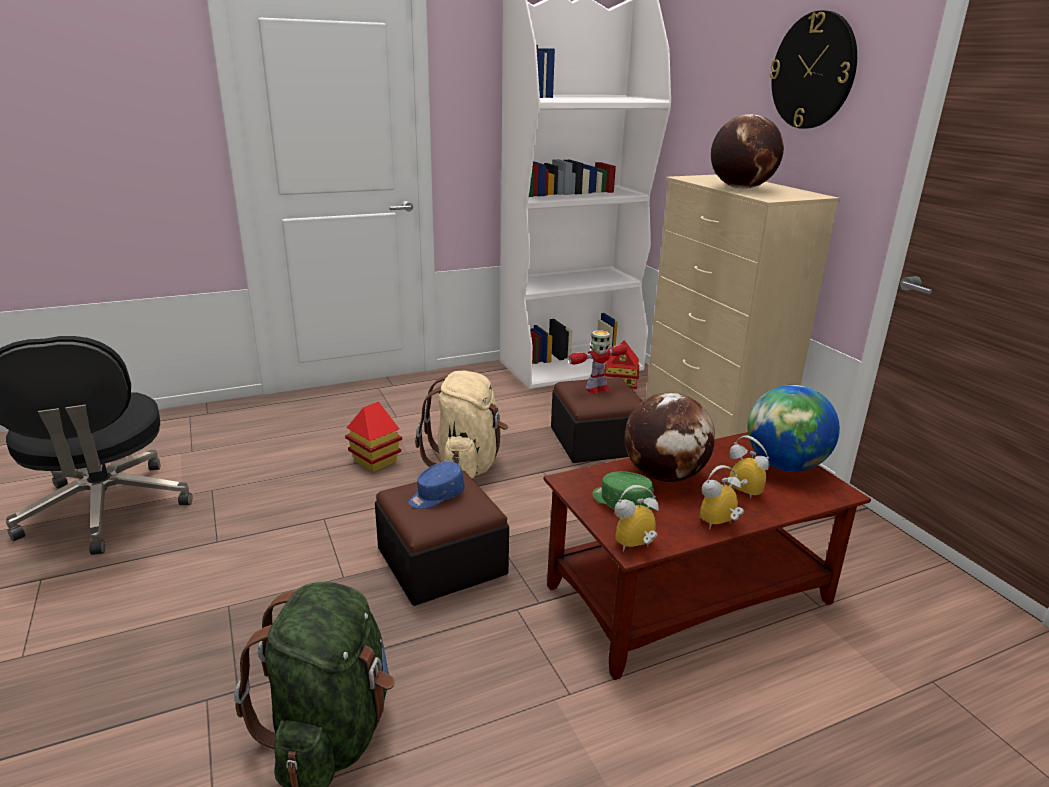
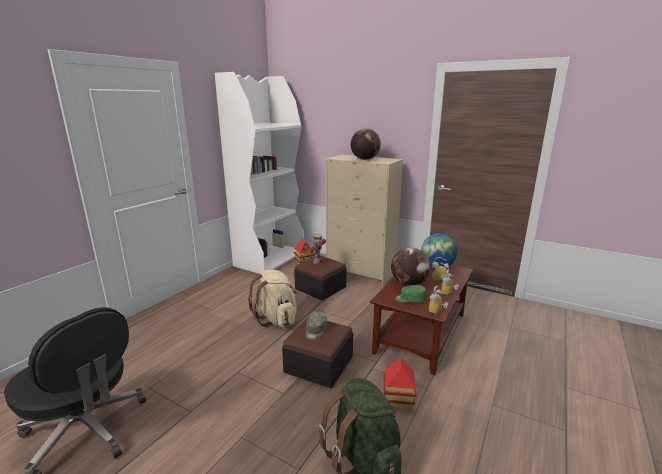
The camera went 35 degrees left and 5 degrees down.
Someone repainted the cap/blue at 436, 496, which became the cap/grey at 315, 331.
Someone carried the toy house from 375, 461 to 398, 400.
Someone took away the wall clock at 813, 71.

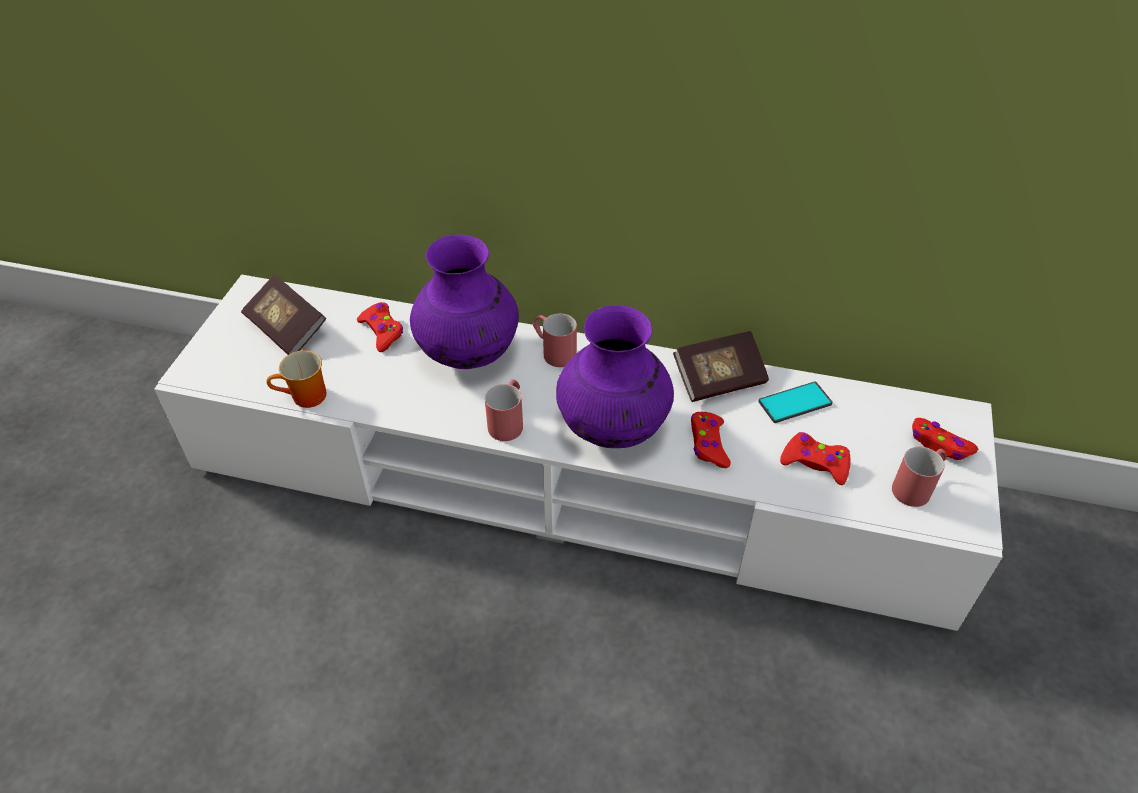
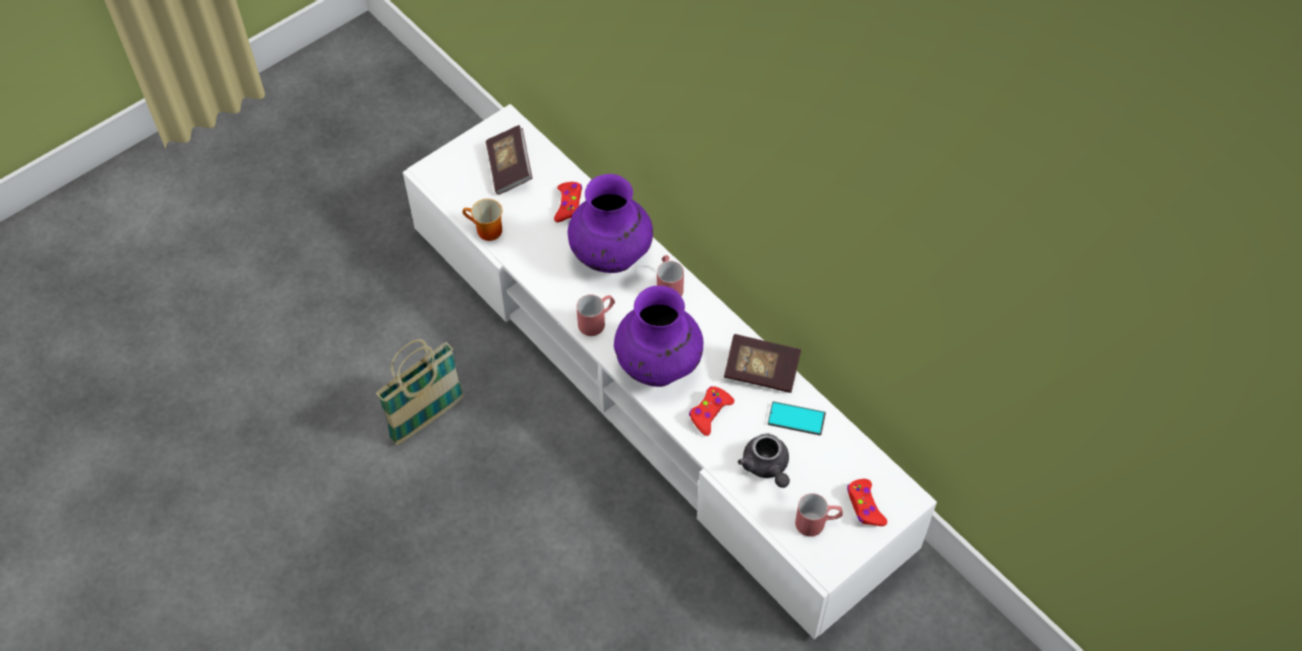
The camera went 35 degrees right and 10 degrees up.
Someone put down the basket at 427, 419.
Someone swapped the game controller/red at 815, 463 for the teapot/grey at 766, 467.

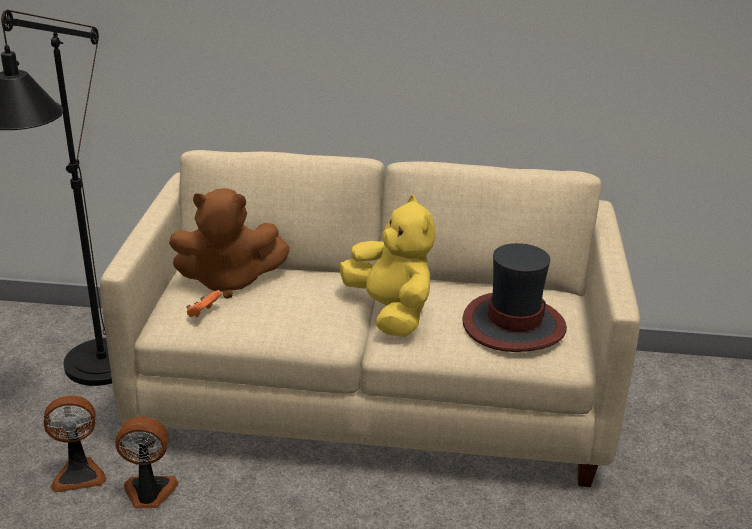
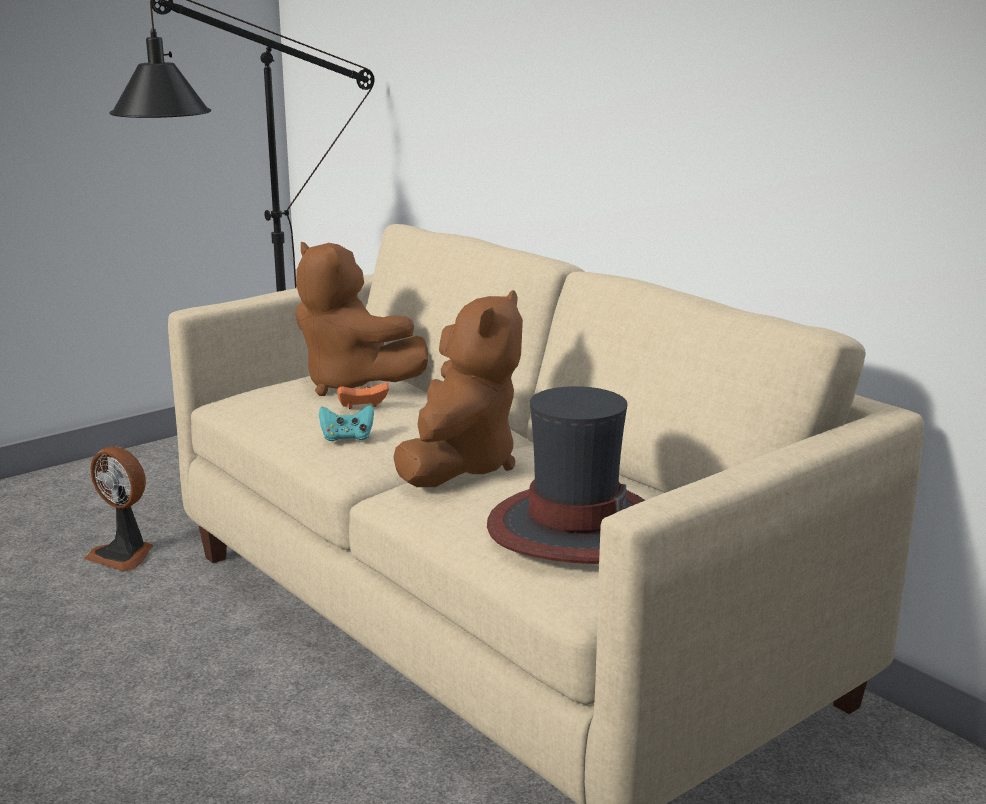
The camera went 45 degrees right and 10 degrees down.
Someone put down the game controller/turquoise at 347, 437.
Someone carried the game controller/orange from 203, 313 to 362, 408.
Someone repainted the plush toy/yellow at 390, 312, which became the plush toy/brown at 459, 465.
Someone took away the fan at 149, 493.

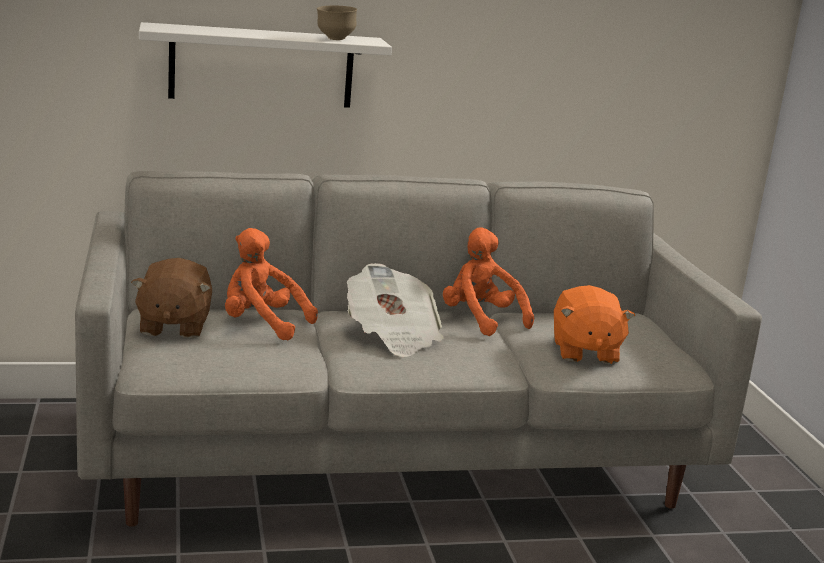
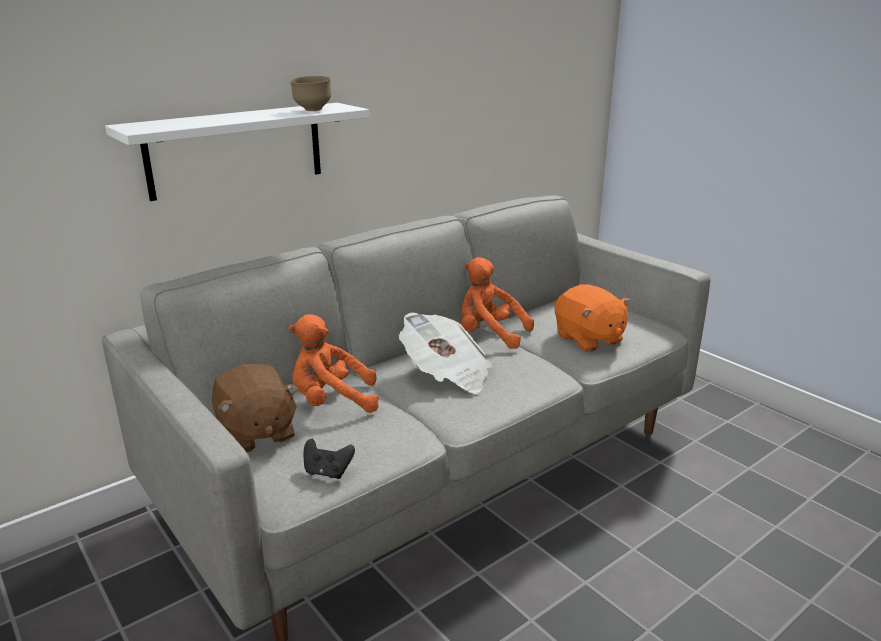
The camera went 25 degrees left and 5 degrees up.
Someone put down the game controller/black at 327, 472.

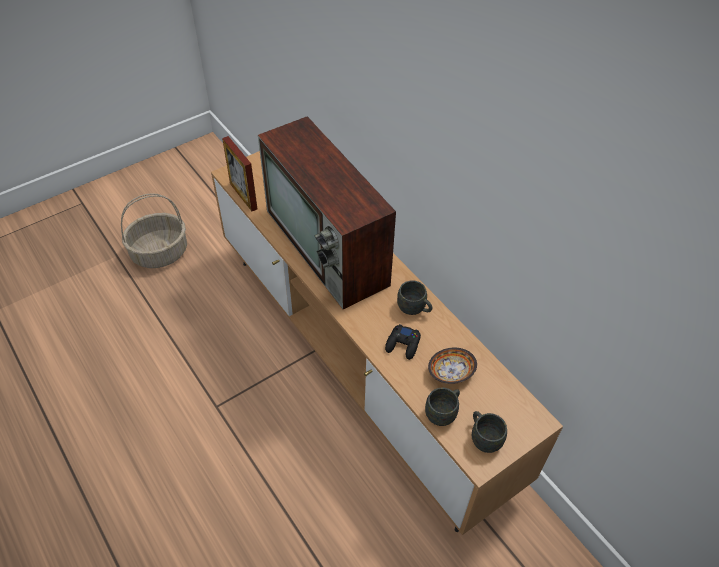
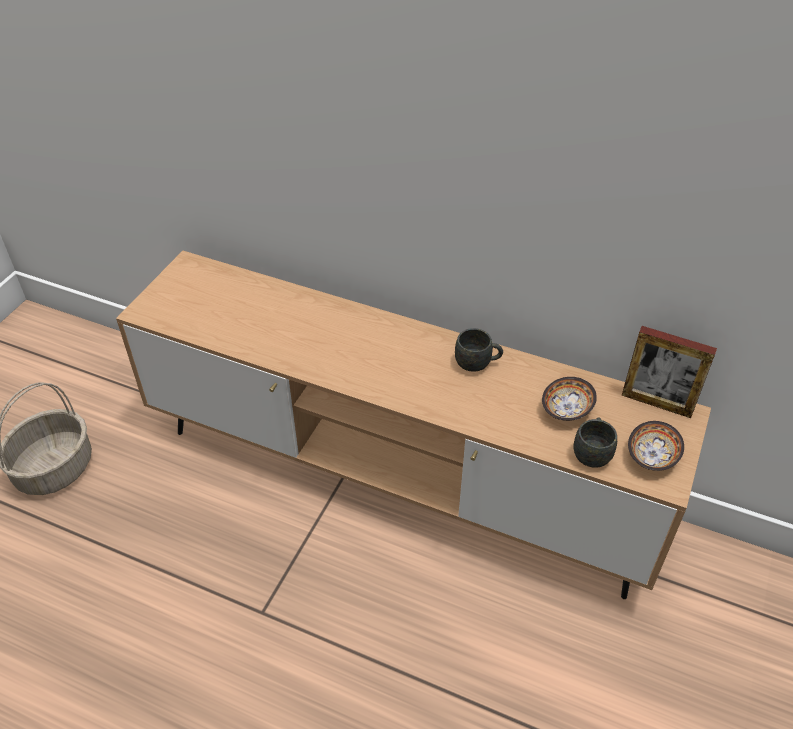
The camera went 30 degrees left and 5 degrees down.
Someone carried the picture frame from 243, 196 to 656, 403.
Someone swapped the mug/grey at 483, 437 for the bowl at 650, 456.
Someone took away the television at 328, 248.
Someone took away the game controller/black at 403, 344.

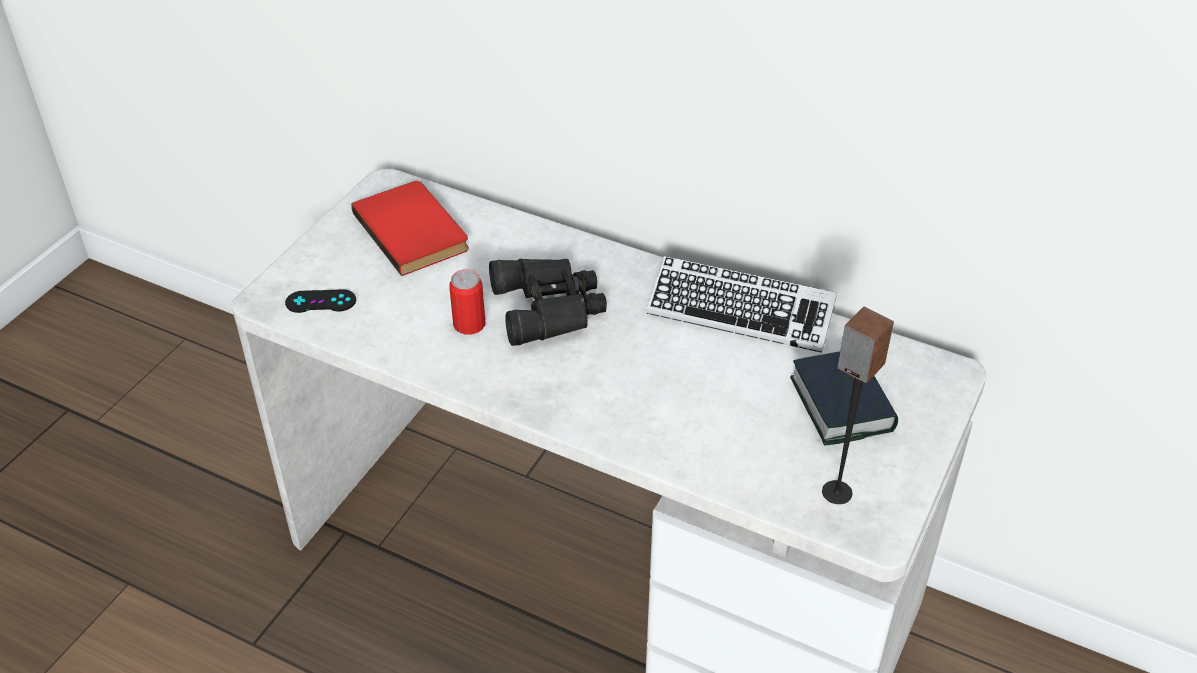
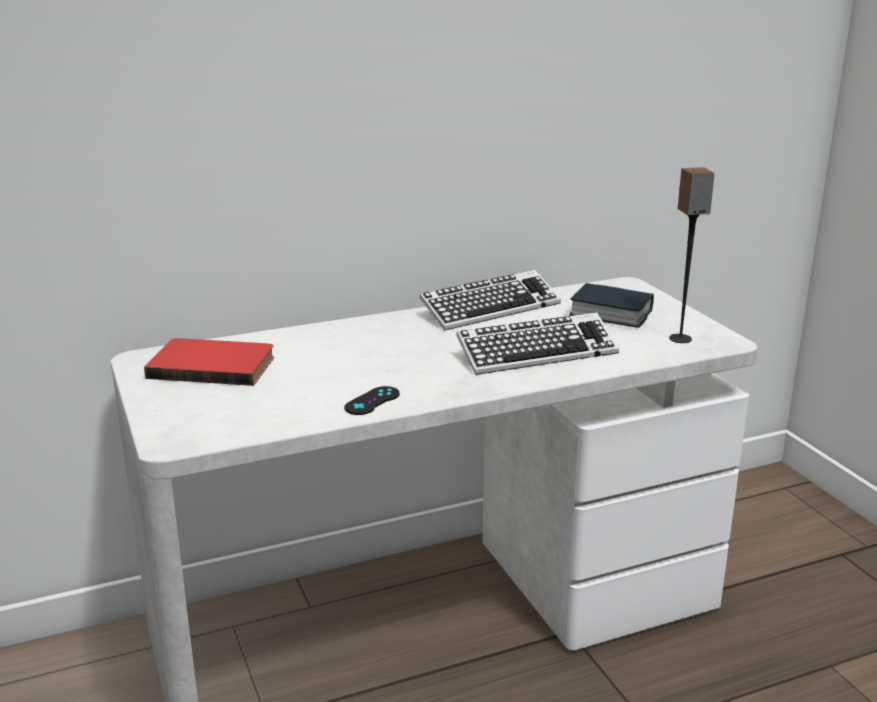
The camera went 50 degrees left and 20 degrees down.
Someone carried the game controller/black from 321, 301 to 372, 401.
Someone put down the keyboard at 537, 353.
Someone took away the can at 469, 325.
Someone took away the binoculars/black at 550, 307.

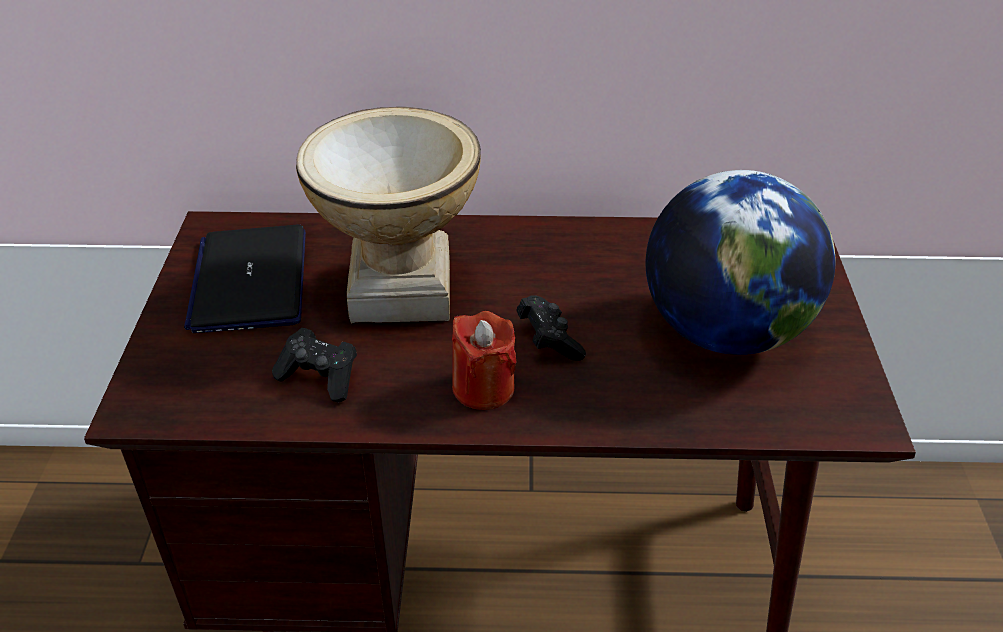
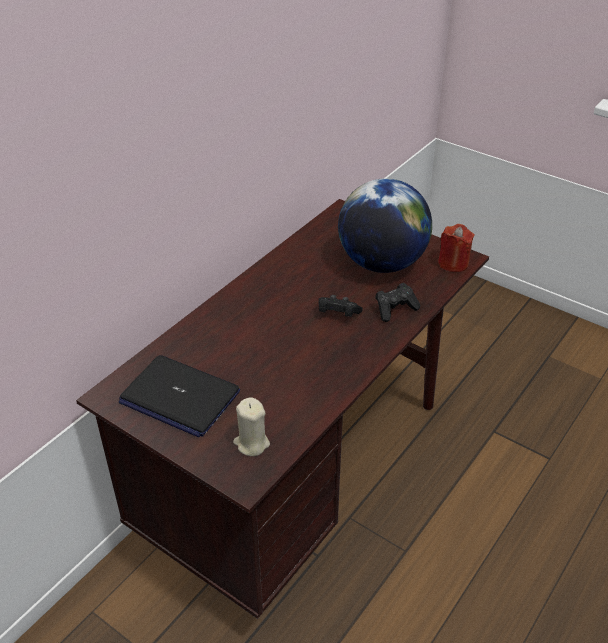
The camera went 55 degrees left and 0 degrees up.
Someone put down the candle/beige at 251, 443.
Someone carried the game controller/black from 320, 377 to 395, 309.
Someone carried the candle/red from 483, 388 to 453, 263.
Someone took away the vase at 400, 291.

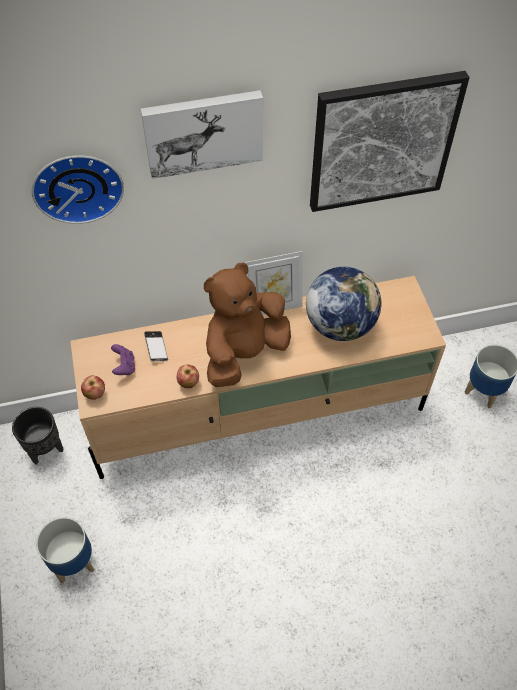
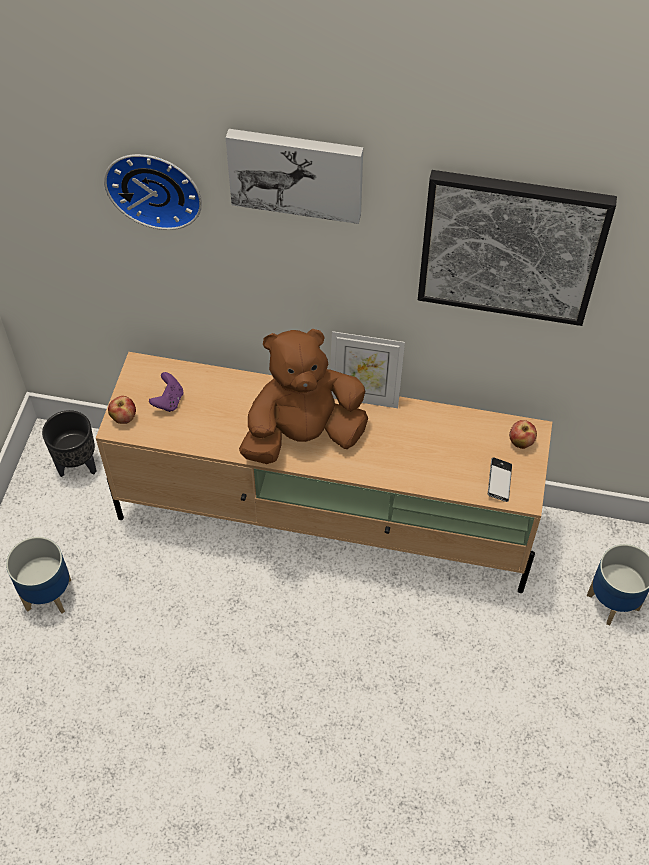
The camera went 25 degrees right and 0 degrees up.
Someone carried the phone from 156, 348 to 499, 482.
Someone carried the apple from 188, 383 to 520, 442.
Someone took away the globe at 340, 325.

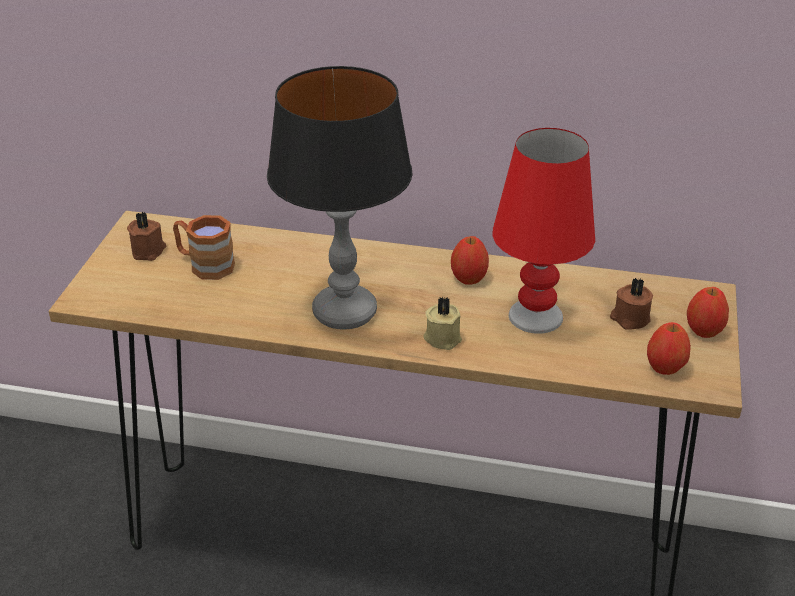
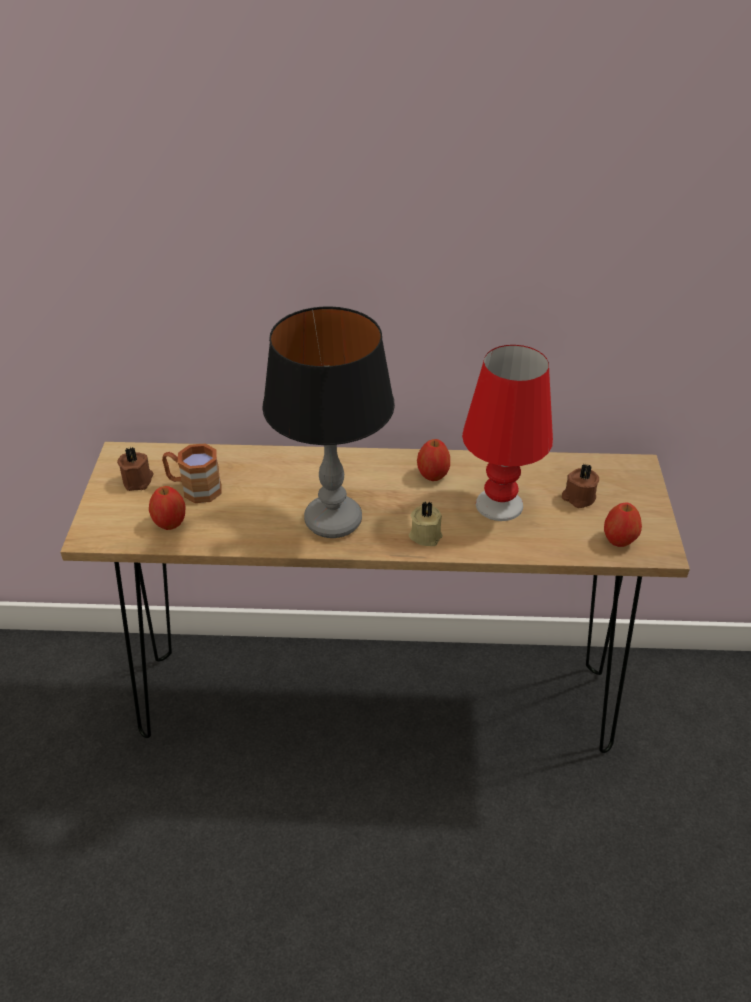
The camera went 10 degrees left and 5 degrees up.
Someone carried the apple from 704, 330 to 170, 522.

